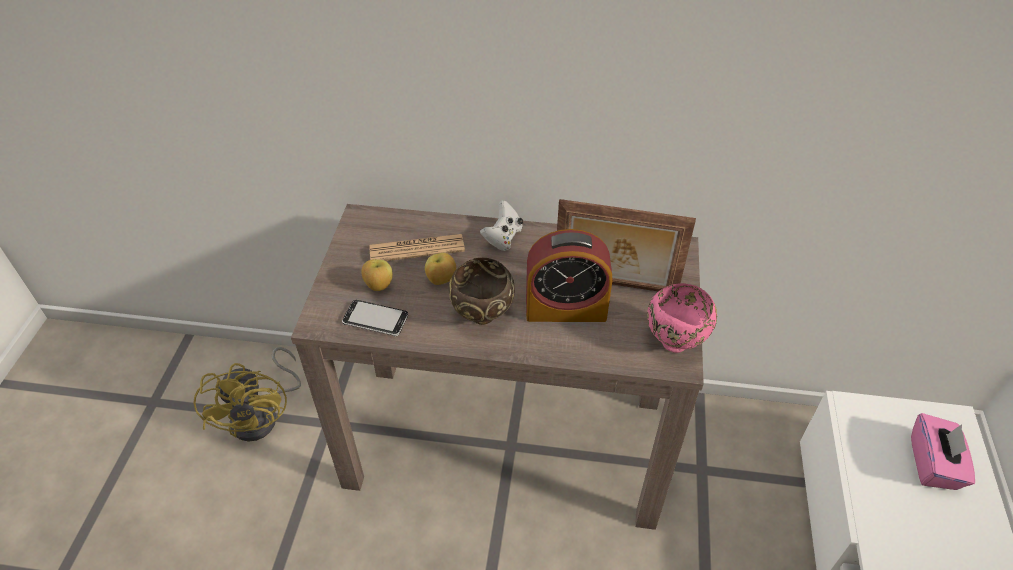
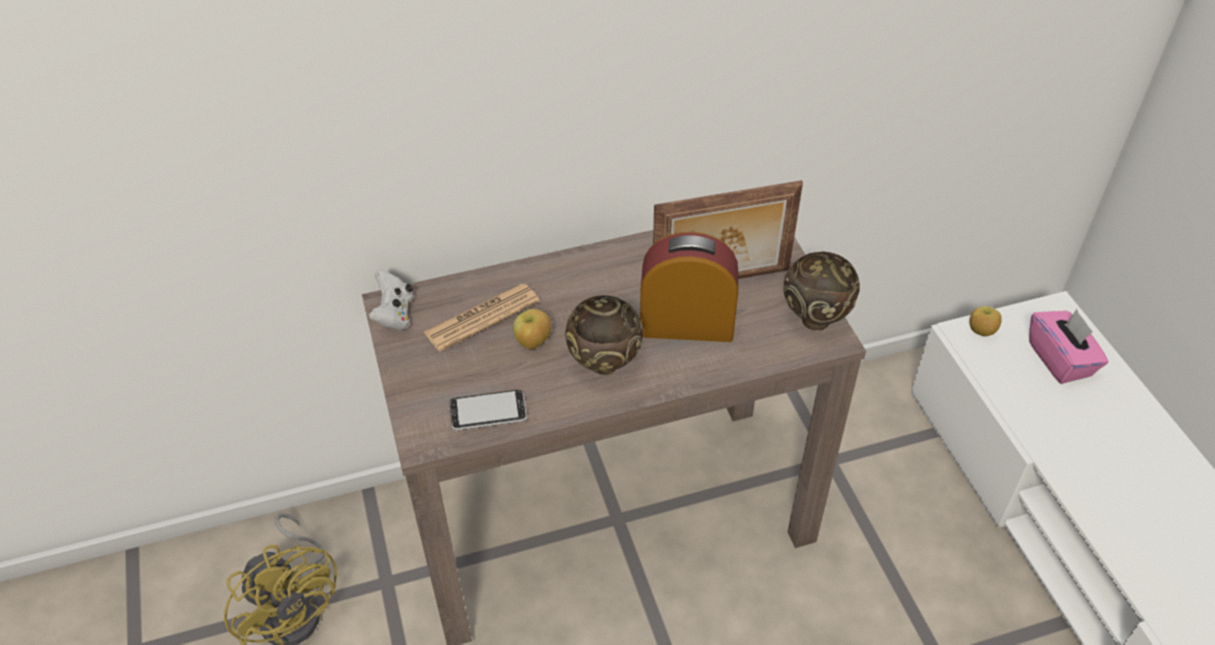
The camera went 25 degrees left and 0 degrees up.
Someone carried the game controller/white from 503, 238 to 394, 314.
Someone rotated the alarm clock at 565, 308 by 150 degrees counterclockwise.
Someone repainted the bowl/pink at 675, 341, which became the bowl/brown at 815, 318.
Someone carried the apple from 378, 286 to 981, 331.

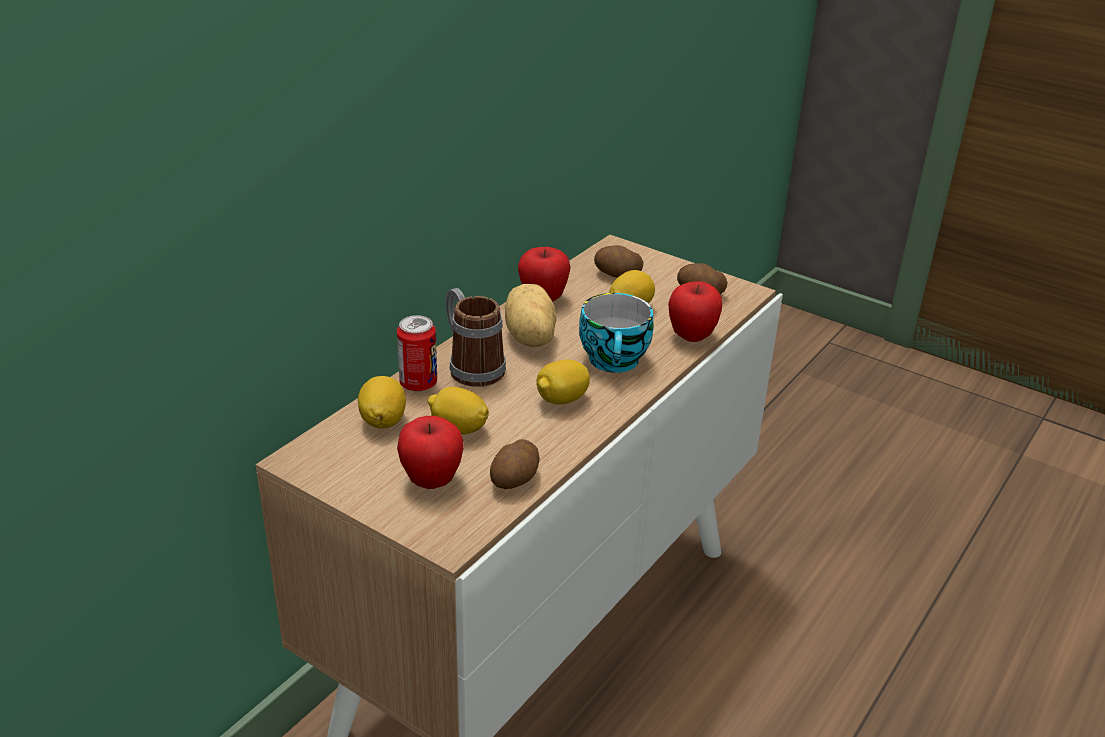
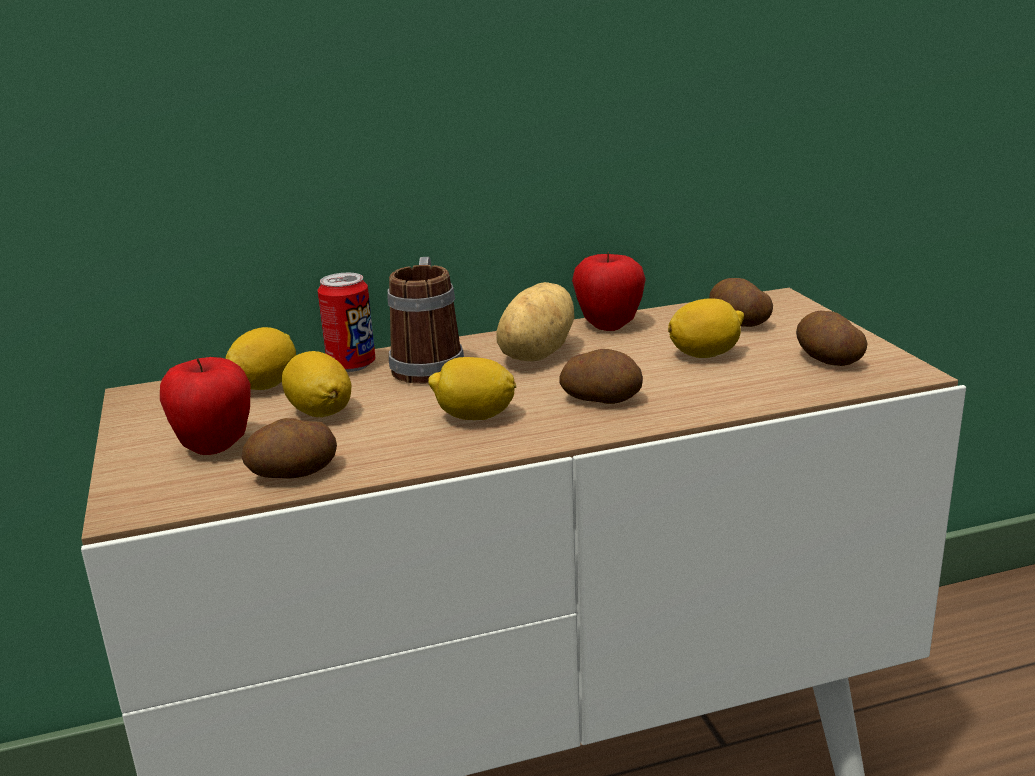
The camera went 40 degrees right and 10 degrees down.
Someone swapped the cup at 616, 361 for the potato at 602, 398.
Someone took away the apple at 691, 336.

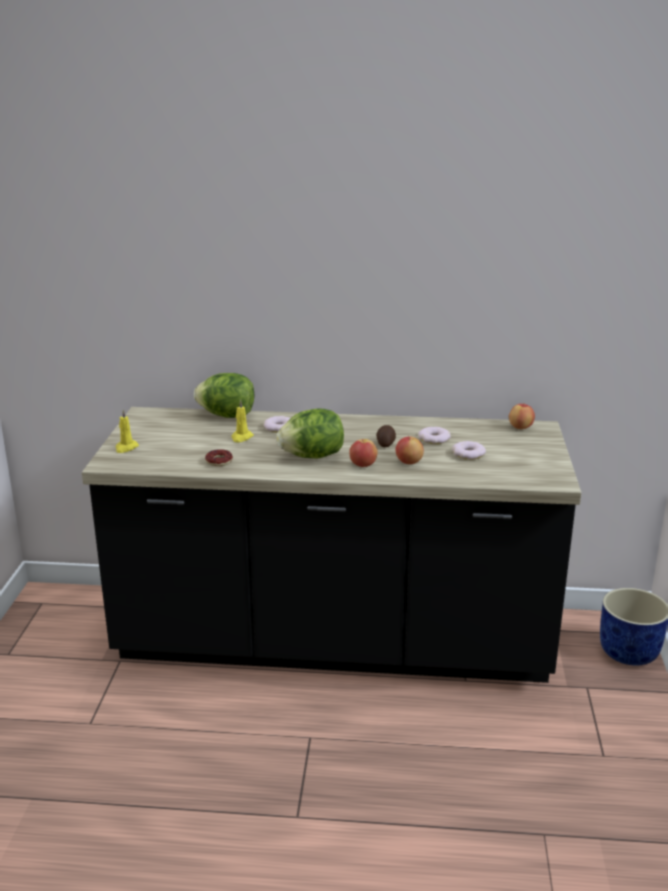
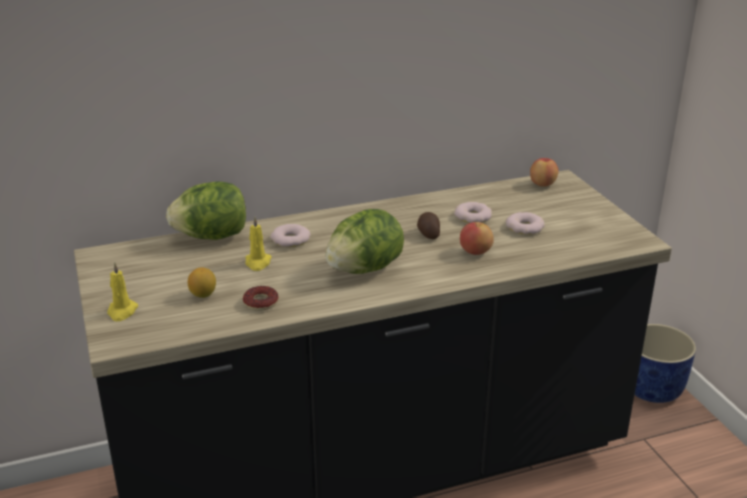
The camera went 25 degrees left and 5 degrees up.
Someone put down the lemon at 203, 294.
Someone took away the apple at 363, 465.

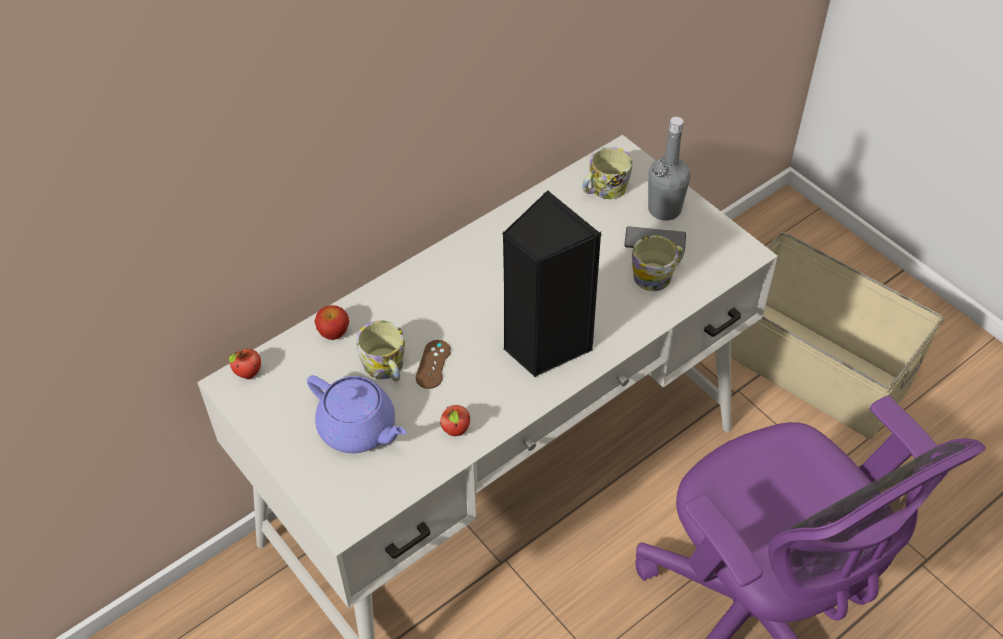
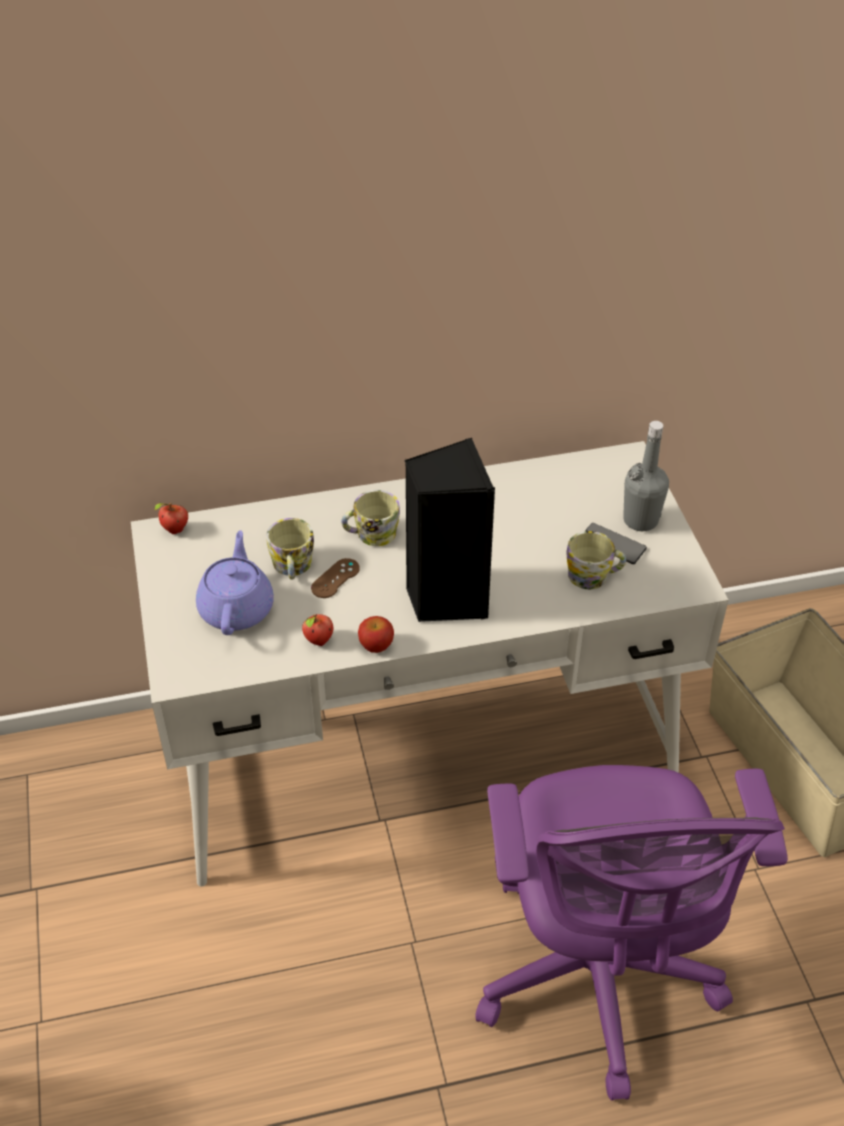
The camera went 25 degrees right and 5 degrees down.
Someone rotated the teapot/purple at 359, 429 by 150 degrees counterclockwise.
Someone carried the mug from 604, 189 to 371, 534.
Someone carried the apple from 334, 333 to 376, 646.

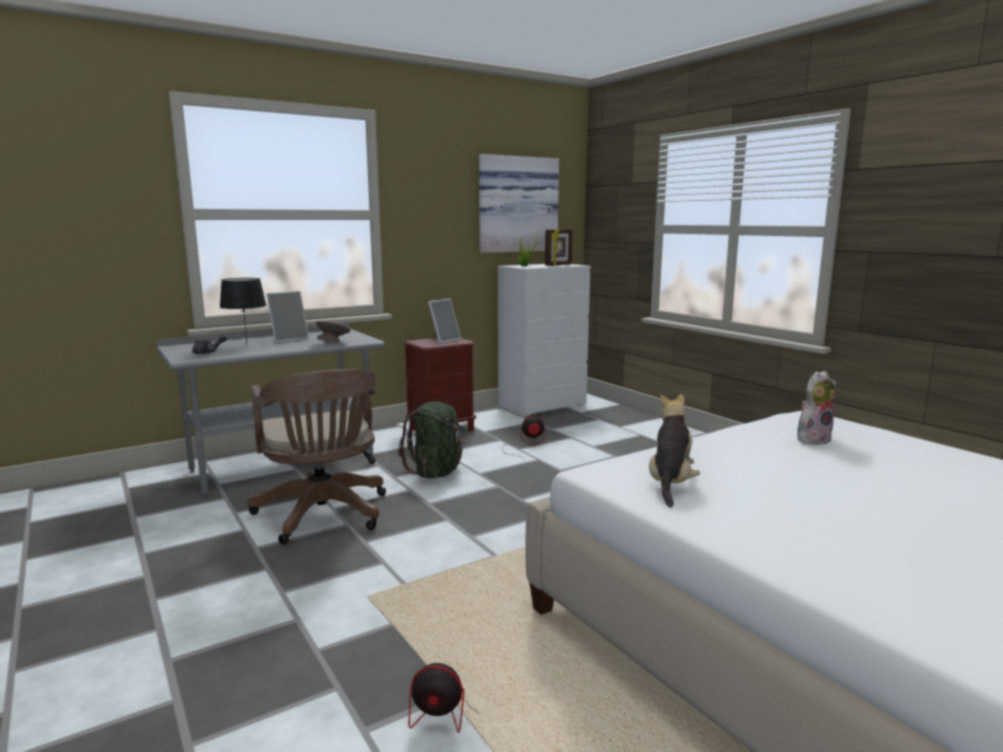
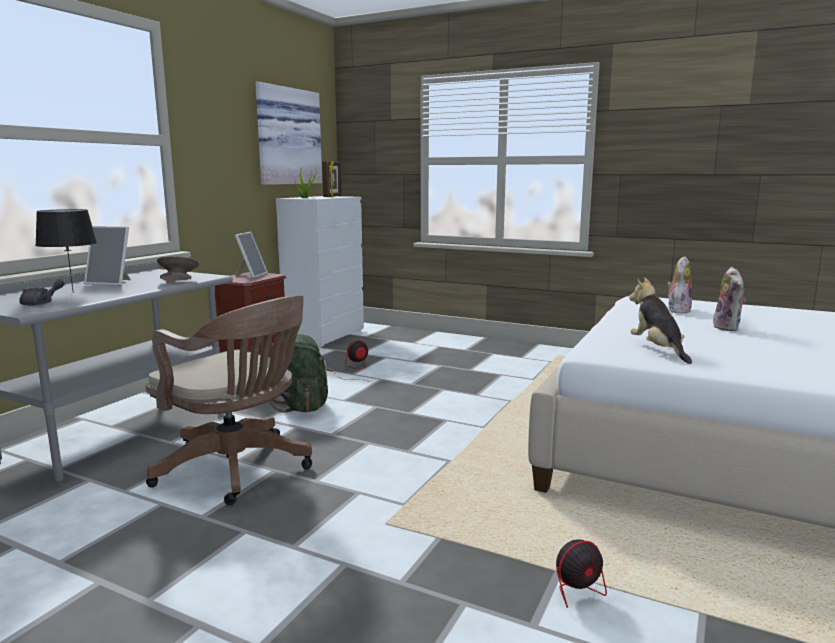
The camera went 30 degrees left and 0 degrees up.
Someone rotated the picture frame at 289, 339 by 75 degrees clockwise.
Someone put down the plush toy at 728, 328.

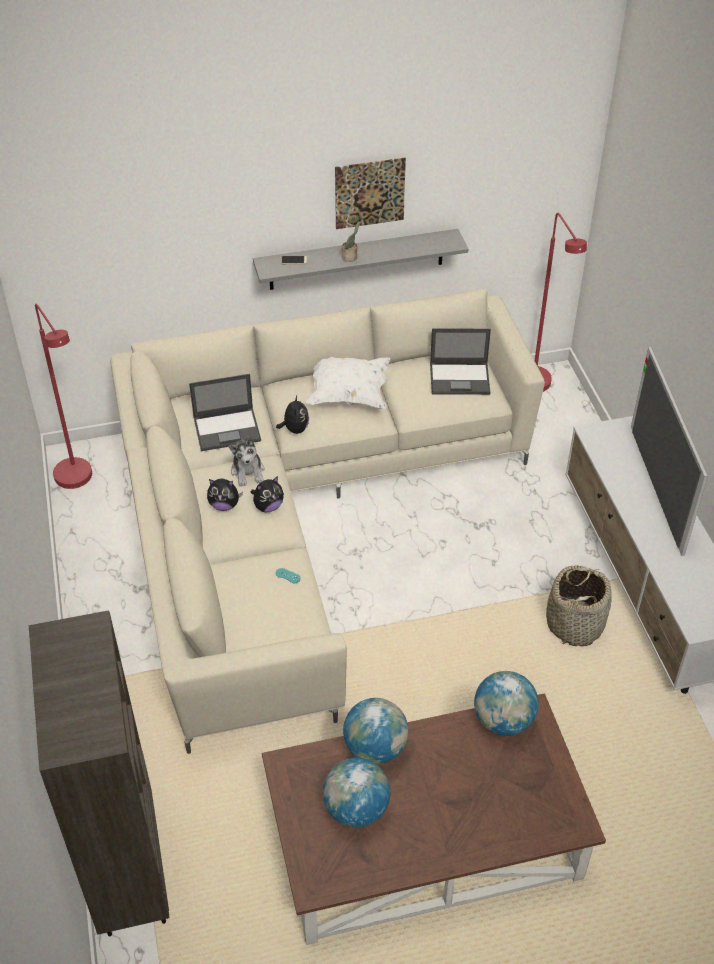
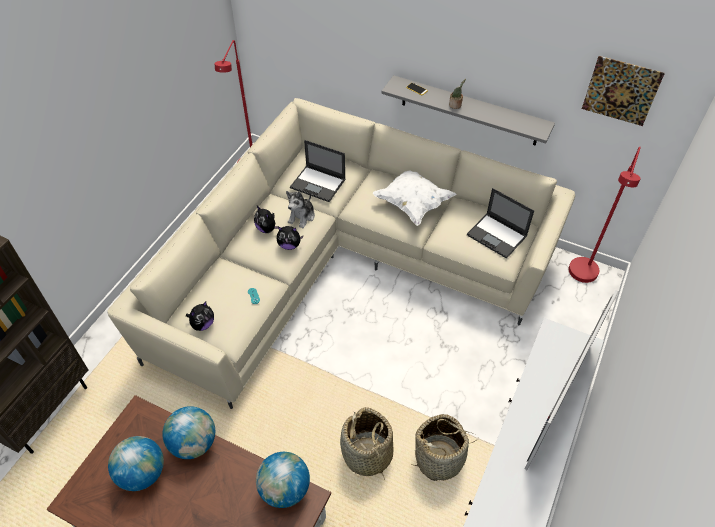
The camera went 40 degrees right and 5 degrees up.
Someone carried the plush toy from 295, 429 to 202, 324.
Someone put down the basket at 367, 454.
Someone carried the picture from 370, 193 to 621, 91.

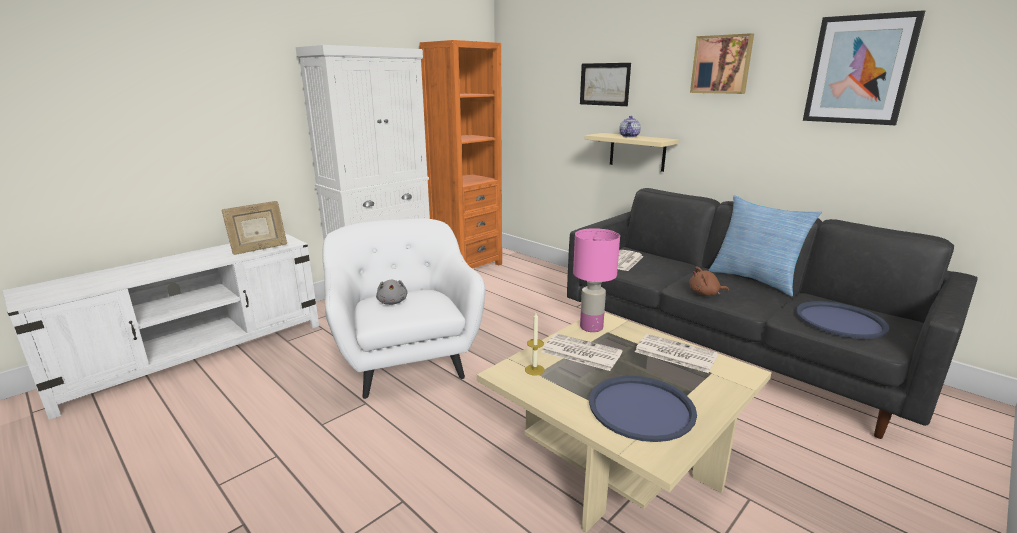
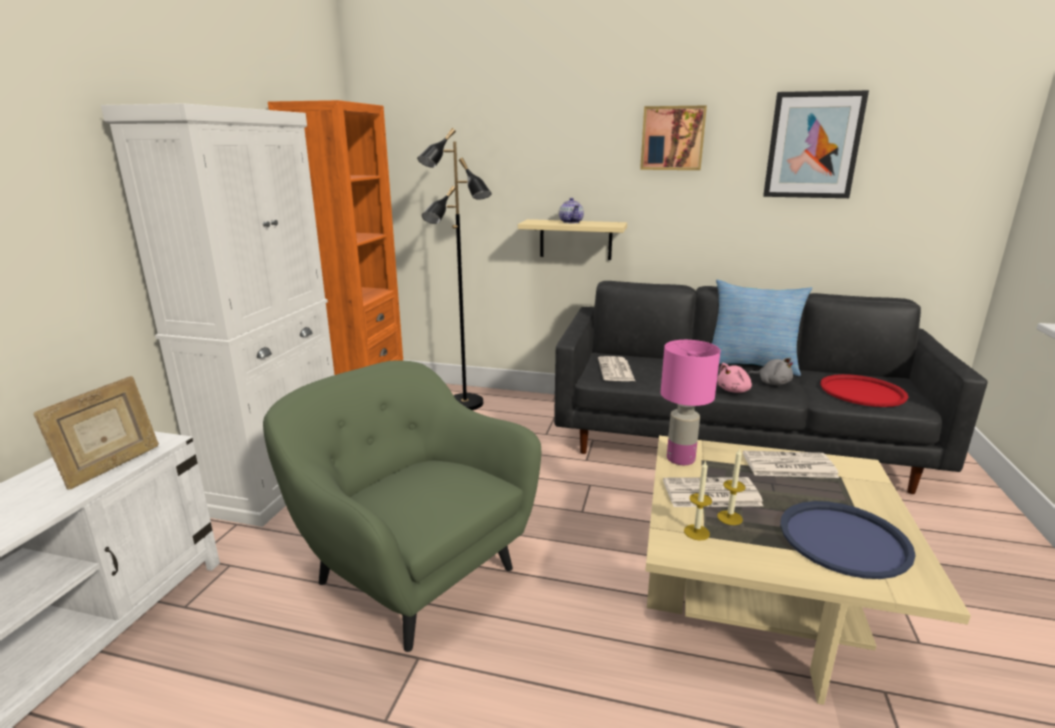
The camera went 30 degrees left and 0 degrees up.
Someone repainted the armchair/white at 406, 361, which became the armchair/green at 412, 572.
Someone put down the floor lamp/black at 464, 404.
Someone repainted the plush toy/brown at 705, 294, which became the plush toy/pink at 734, 390.
Someone put down the candle at 729, 518.
Someone carried the plush toy/grey from 392, 302 to 772, 383.
Someone repainted the tray/blue at 840, 321, which became the tray/red at 862, 392.
Someone took away the picture at 604, 84.

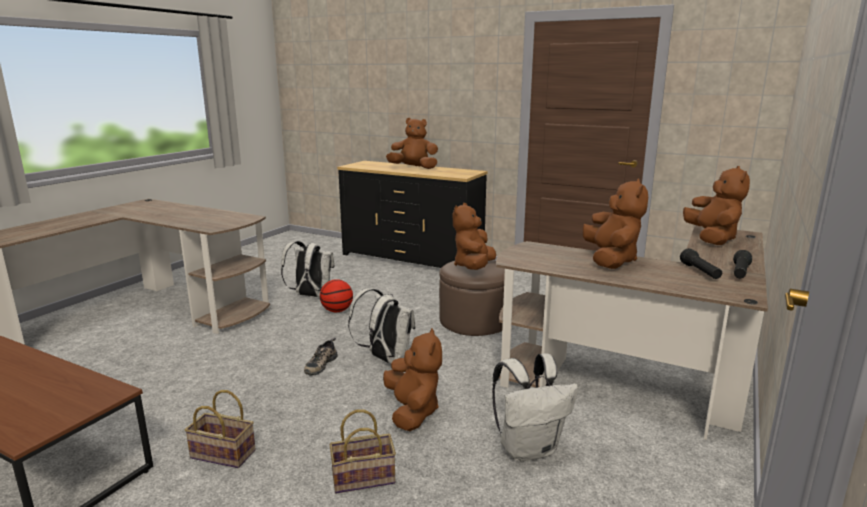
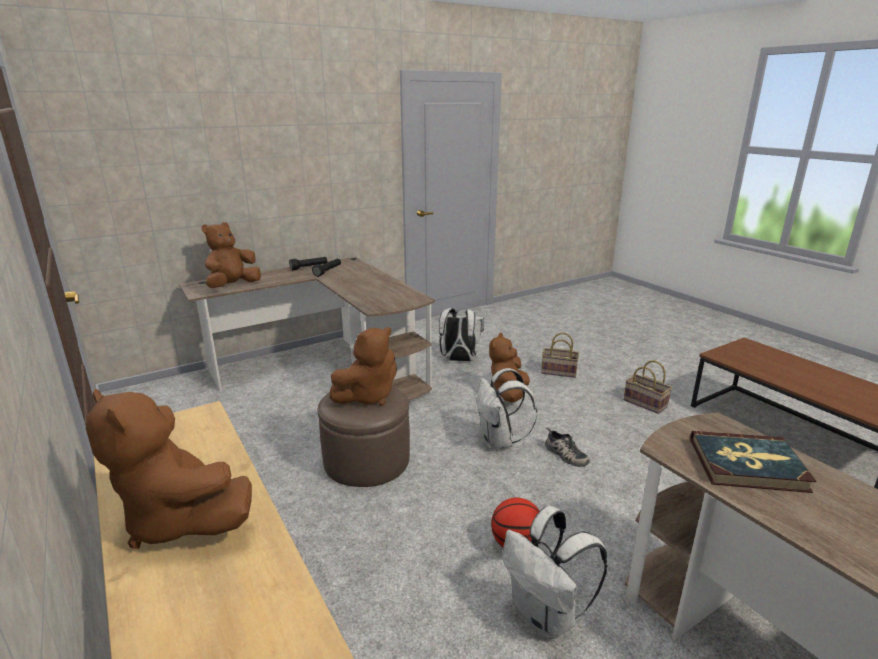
The camera went 150 degrees left and 5 degrees up.
Someone rotated the shoe at 320, 364 by 90 degrees clockwise.
Someone put down the book at 747, 465.
Someone took away the plush toy/brown at 611, 260.

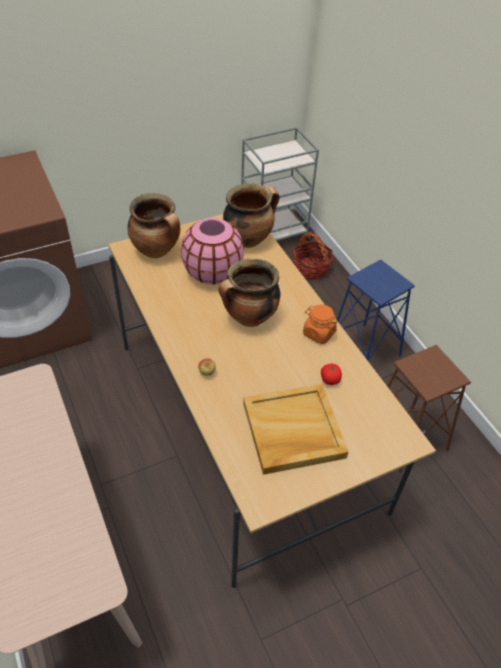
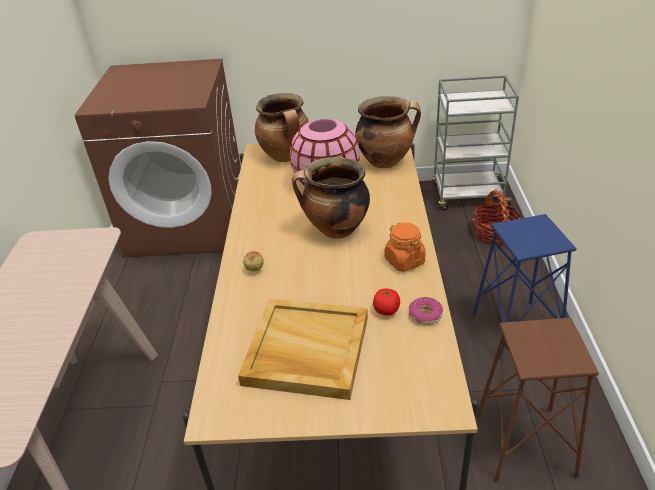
The camera went 30 degrees right and 10 degrees down.
Someone put down the donut at 425, 315.

